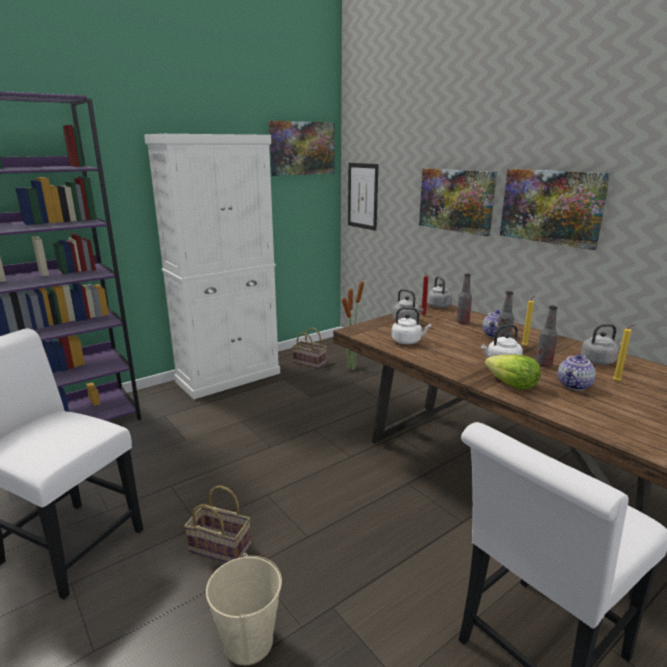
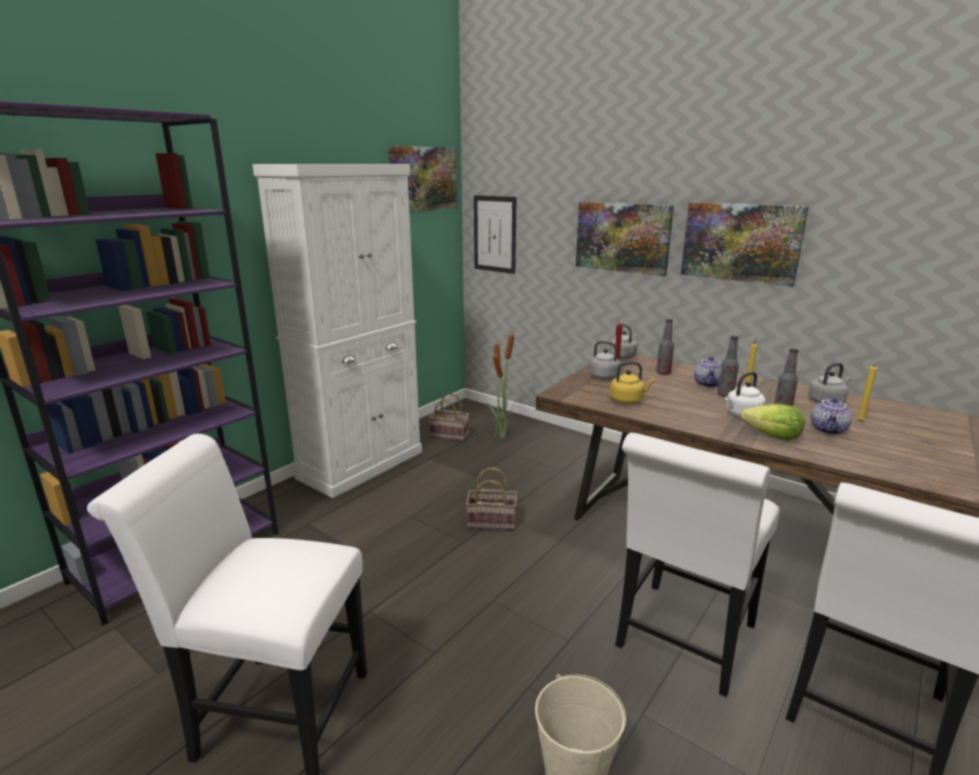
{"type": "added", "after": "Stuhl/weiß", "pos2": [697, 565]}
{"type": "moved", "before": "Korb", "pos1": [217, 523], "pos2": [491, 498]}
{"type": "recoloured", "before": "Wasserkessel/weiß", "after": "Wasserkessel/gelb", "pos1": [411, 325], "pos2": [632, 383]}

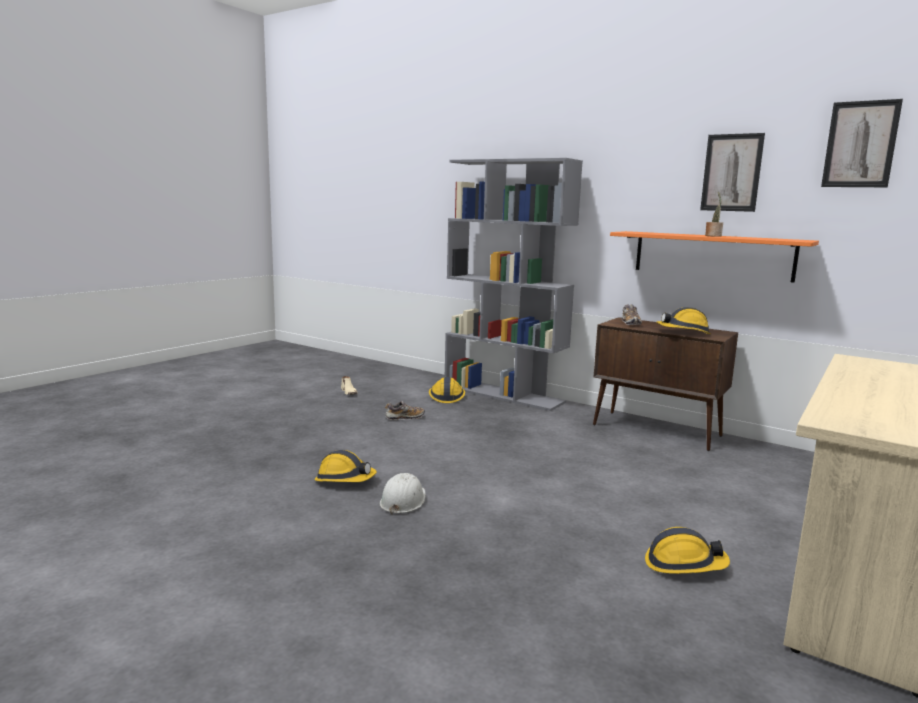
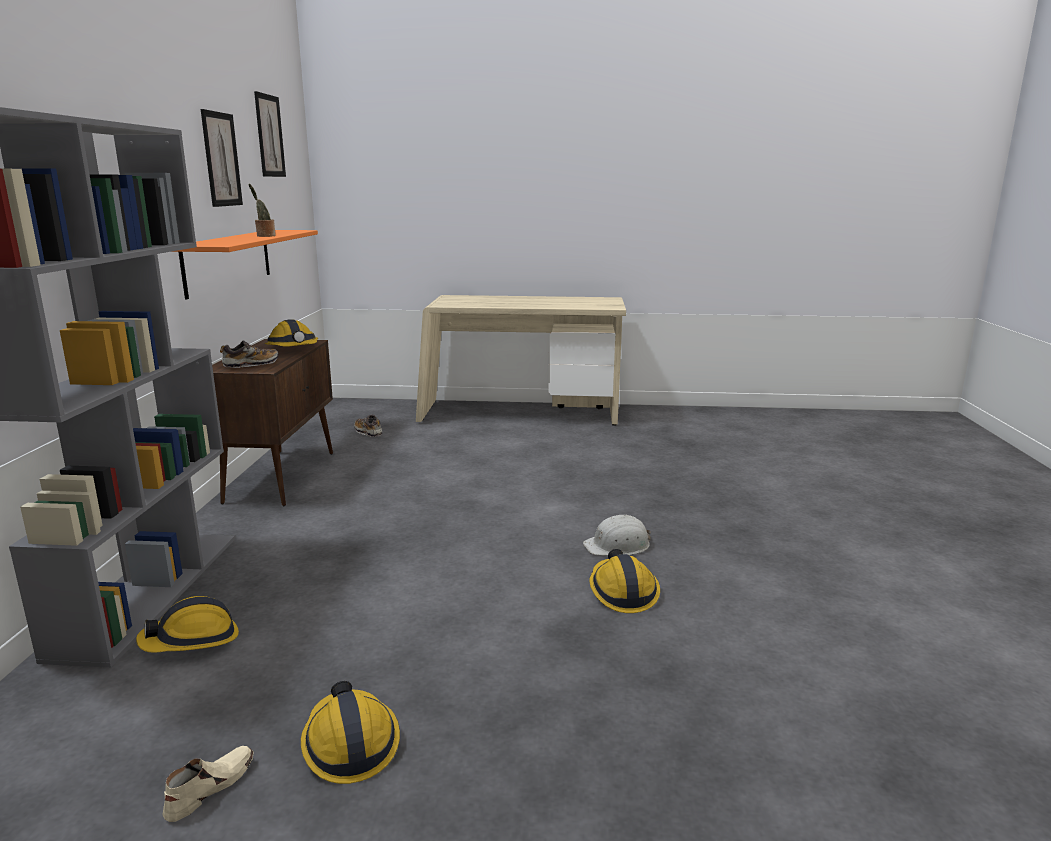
{"type": "moved", "before": "Schuh", "pos1": [405, 410], "pos2": [368, 425]}
{"type": "moved", "before": "Schutzhelm", "pos1": [687, 550], "pos2": [350, 732]}

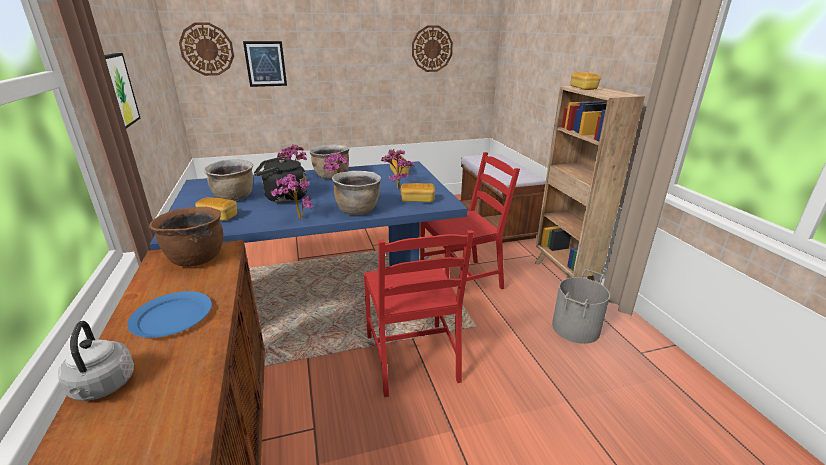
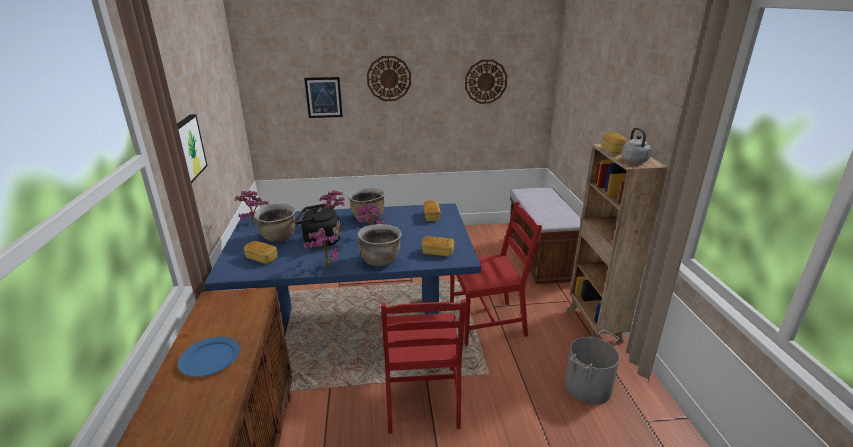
{"type": "removed", "before": "Kochtopf/braun", "pos1": [186, 236]}
{"type": "moved", "before": "Wasserkessel/grau", "pos1": [96, 361], "pos2": [636, 145]}
{"type": "moved", "before": "Wanduhr", "pos1": [206, 49], "pos2": [389, 78]}
{"type": "moved", "before": "Topfpflanze", "pos1": [398, 169], "pos2": [252, 207]}

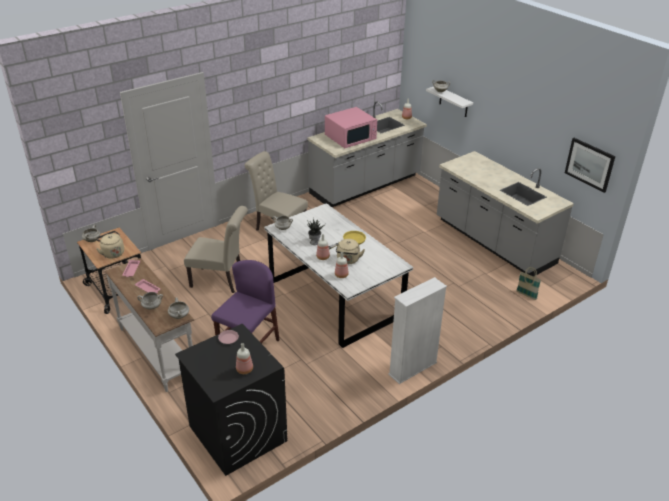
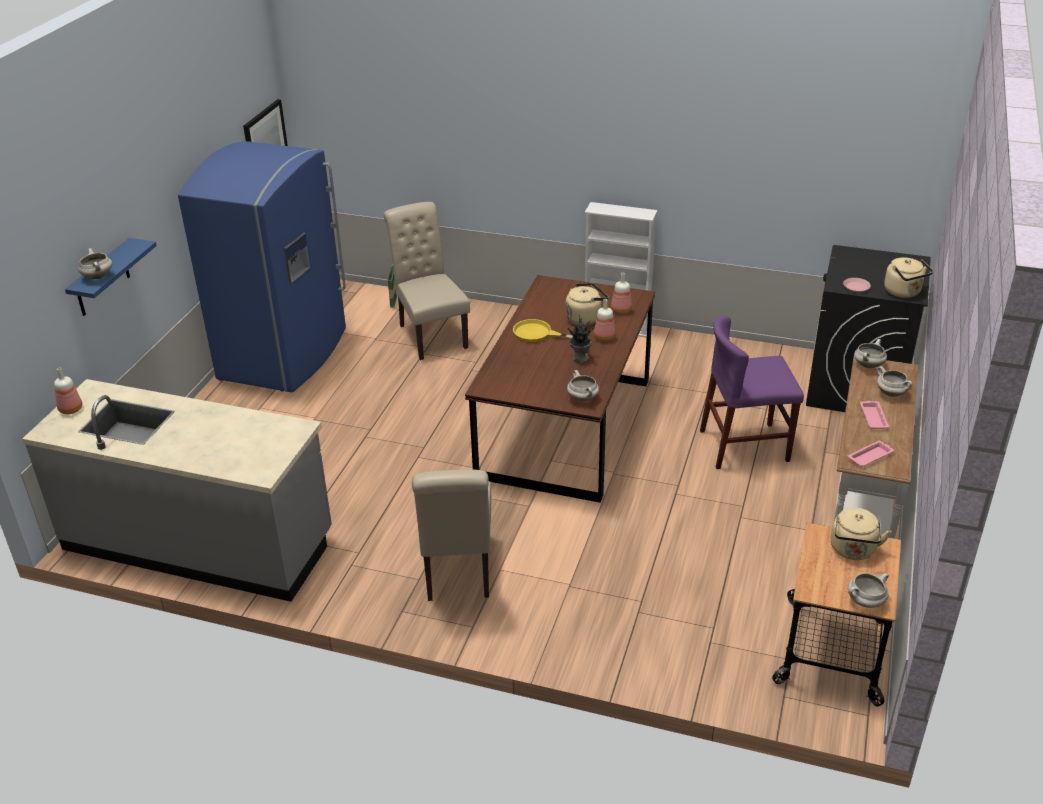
{"type": "removed", "before": "Flasche", "pos1": [244, 358]}
{"type": "removed", "before": "Mikrowelle/rosa", "pos1": [351, 127]}
{"type": "added", "after": "Wasserkessel/beige", "pos2": [908, 278]}
{"type": "moved", "before": "Stuhl/beige", "pos1": [216, 249], "pos2": [427, 281]}
{"type": "replaced", "before": "Küchenzeile/grau", "after": "Kühlschrank/blau", "pos1": [505, 214], "pos2": [262, 266]}
{"type": "recoloured", "before": "Esstisch/weiß", "after": "Esstisch/braun", "pos1": [338, 275], "pos2": [560, 389]}
{"type": "recoloured", "before": "Wandregal/weiß", "after": "Wandregal/blau", "pos1": [449, 102], "pos2": [111, 277]}

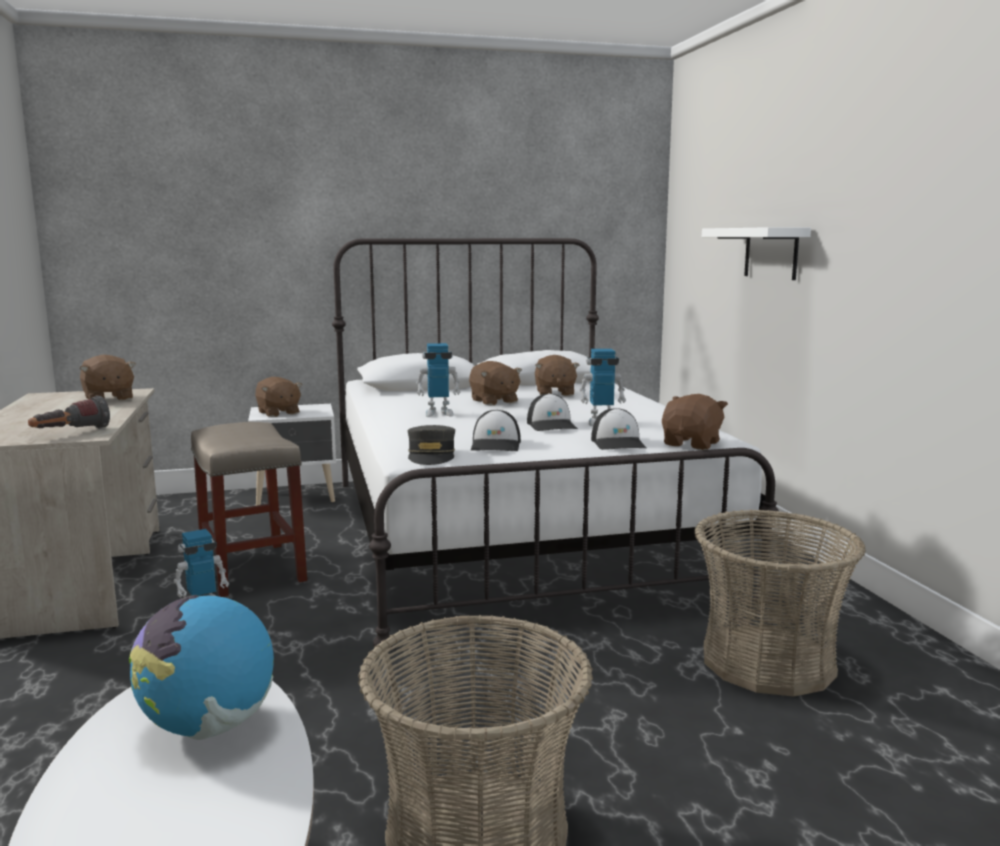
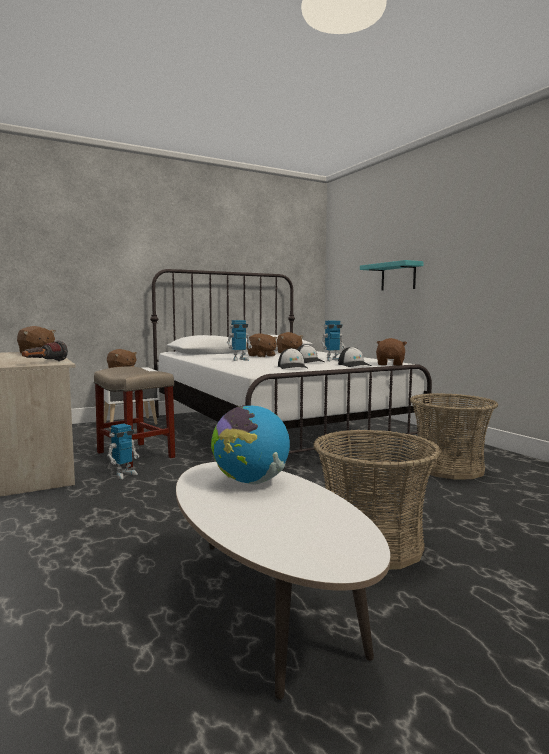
{"type": "removed", "before": "Kappe/grau", "pos1": [431, 445]}
{"type": "recoloured", "before": "Wandregal/weiß", "after": "Wandregal/türkis", "pos1": [756, 253], "pos2": [392, 275]}

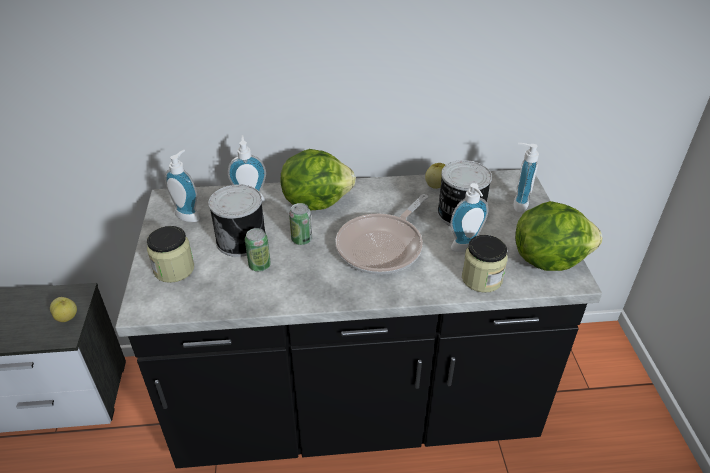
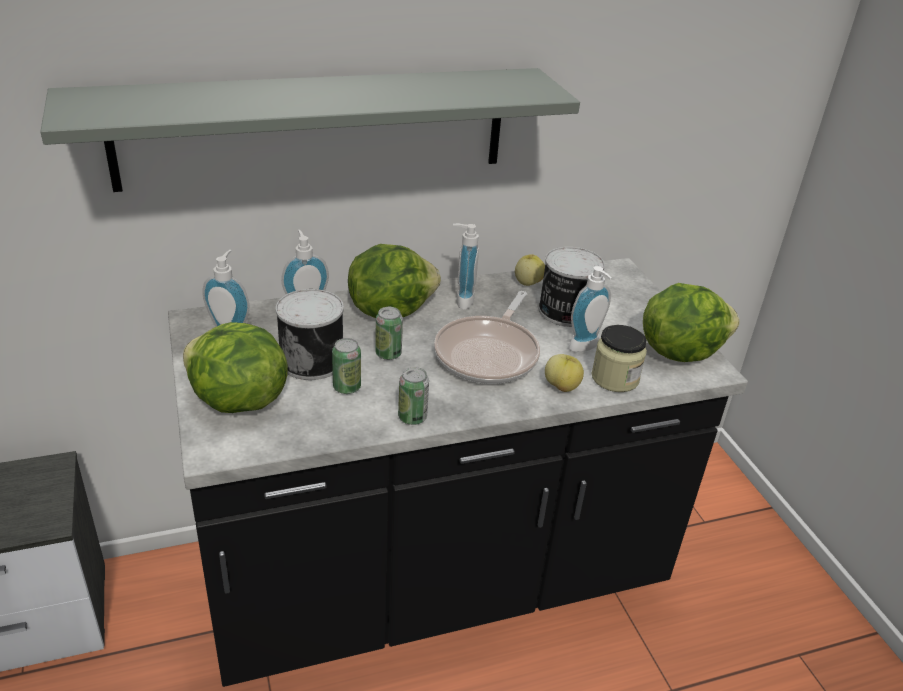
{"type": "added", "after": "Wandregal/grau", "pos2": [310, 130]}
{"type": "added", "after": "Dose", "pos2": [413, 396]}
{"type": "moved", "before": "Apfel", "pos1": [63, 309], "pos2": [564, 373]}
{"type": "moved", "before": "Seifenspender", "pos1": [526, 178], "pos2": [466, 267]}
{"type": "replaced", "before": "Vorratsglas", "after": "Salatkopf", "pos1": [170, 254], "pos2": [235, 367]}

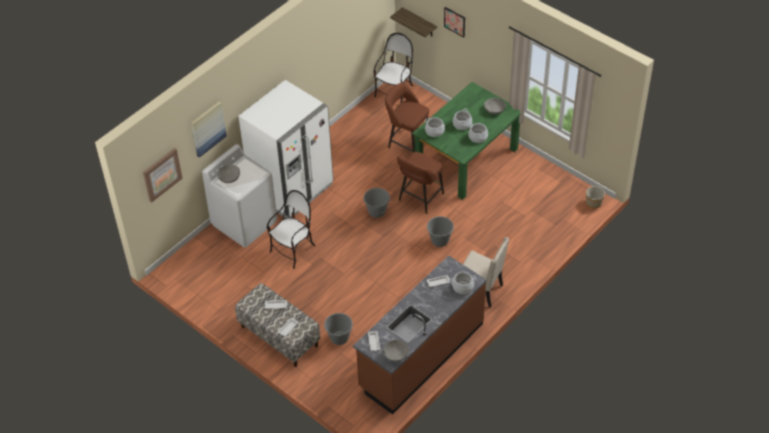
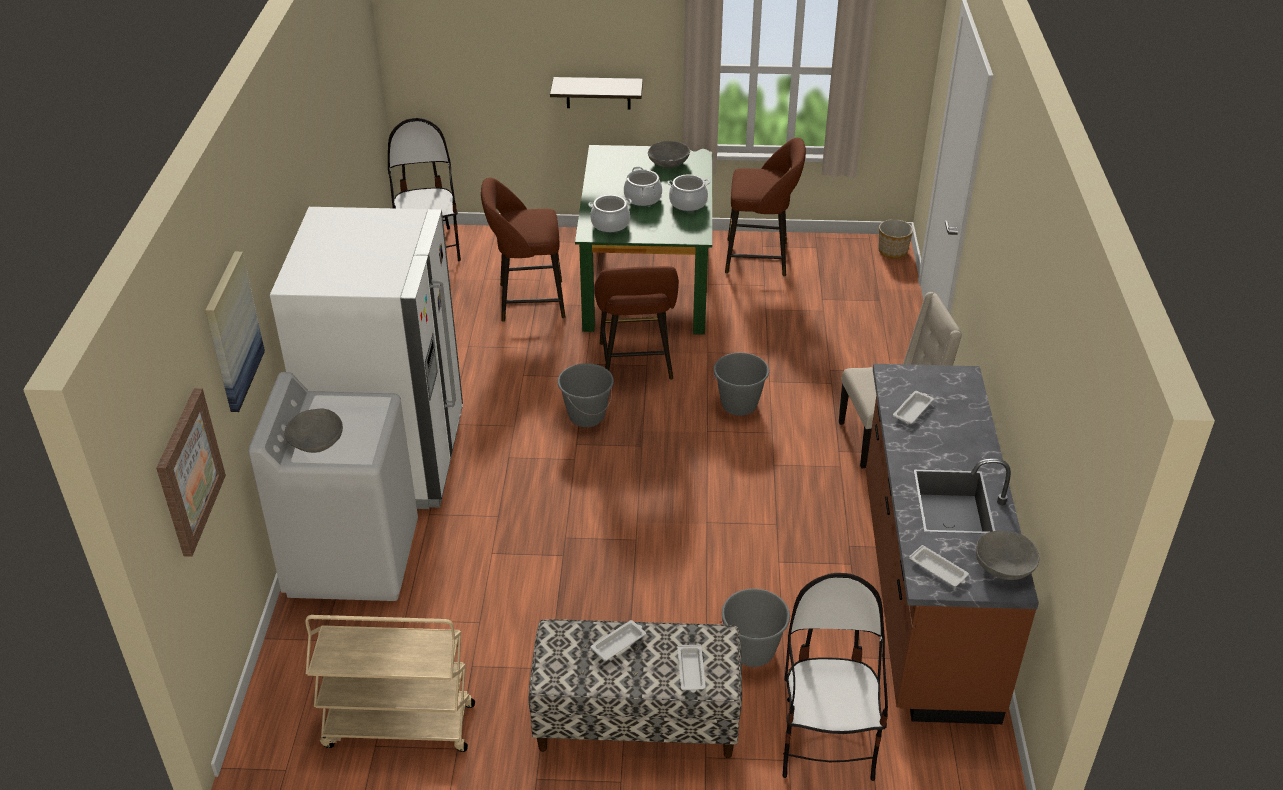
{"type": "removed", "before": "Bild", "pos1": [454, 22]}
{"type": "removed", "before": "Kochtopf", "pos1": [463, 283]}
{"type": "added", "after": "Rollwagen/beige", "pos2": [390, 683]}
{"type": "added", "after": "Hocker/braun", "pos2": [765, 207]}
{"type": "moved", "before": "Stuhl", "pos1": [291, 229], "pos2": [835, 677]}
{"type": "moved", "before": "Wandregal", "pos1": [413, 22], "pos2": [596, 93]}

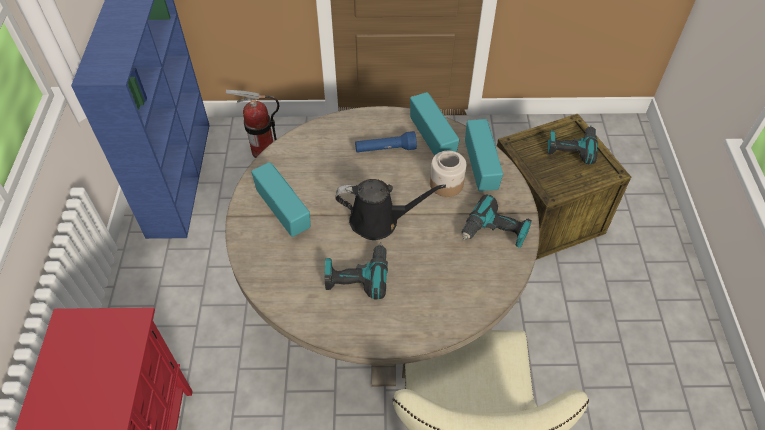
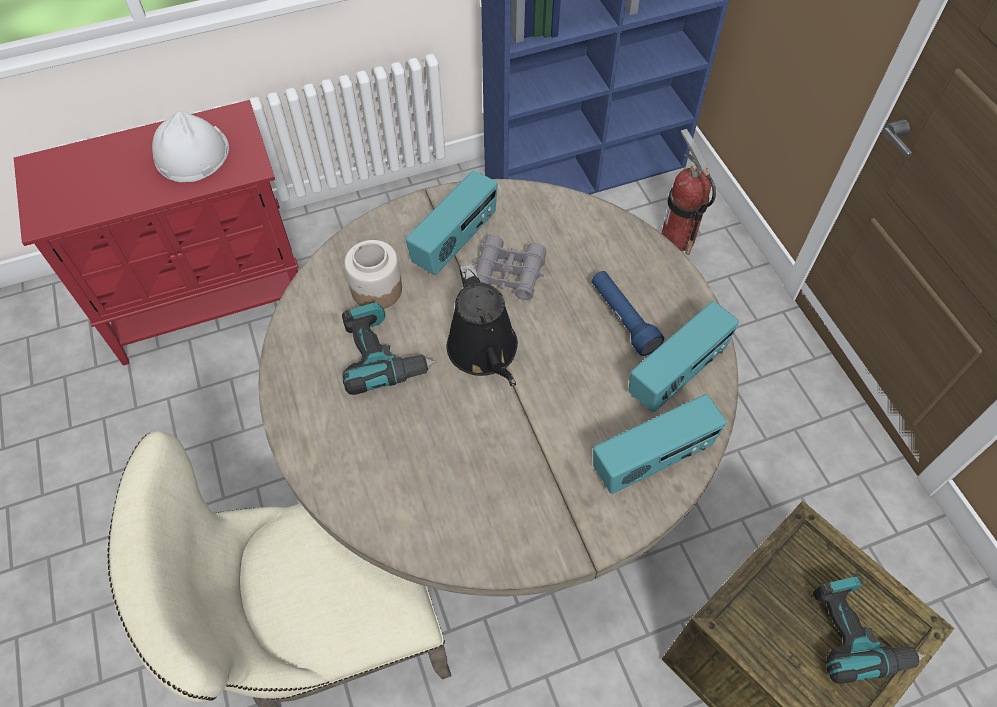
{"type": "removed", "before": "Bohrmaschine", "pos1": [496, 221]}
{"type": "added", "after": "Schutzhelm/weiß", "pos2": [190, 146]}
{"type": "added", "after": "Fernglas/grau", "pos2": [509, 267]}
{"type": "moved", "before": "Vorratsglas", "pos1": [448, 174], "pos2": [373, 274]}

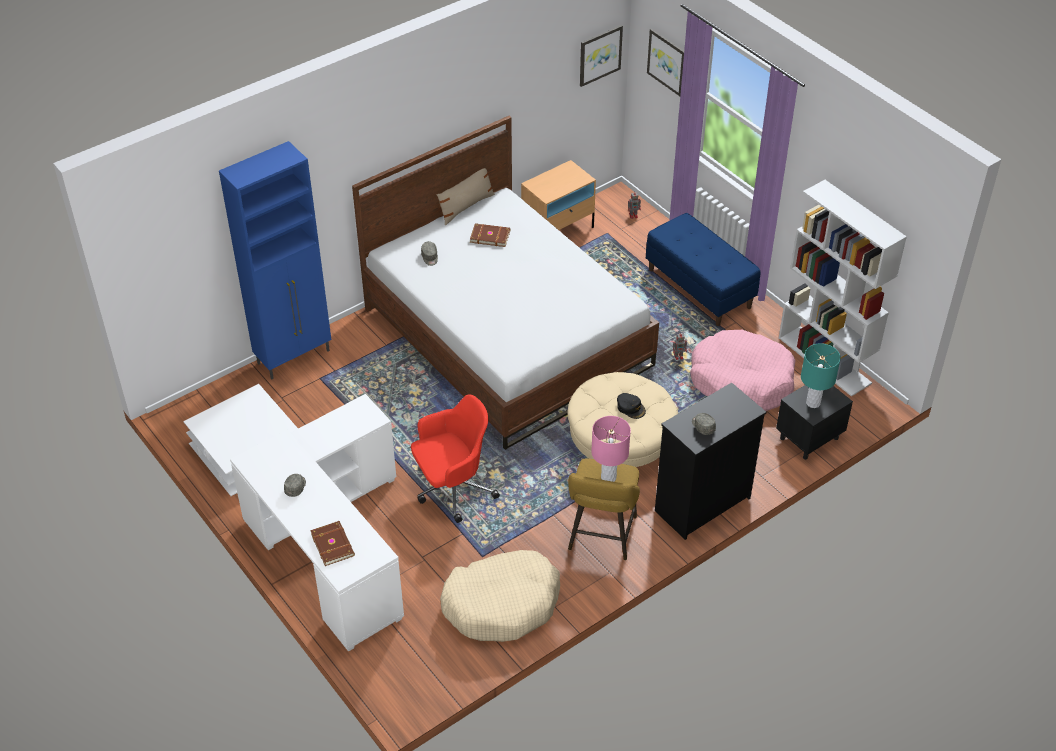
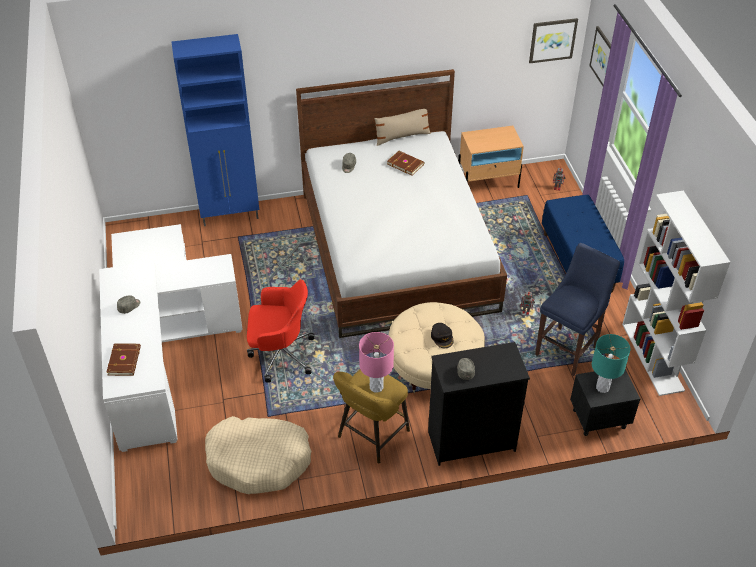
{"type": "replaced", "before": "Hundebett/rosa", "after": "Hocker/blau", "pos1": [742, 370], "pos2": [577, 309]}

